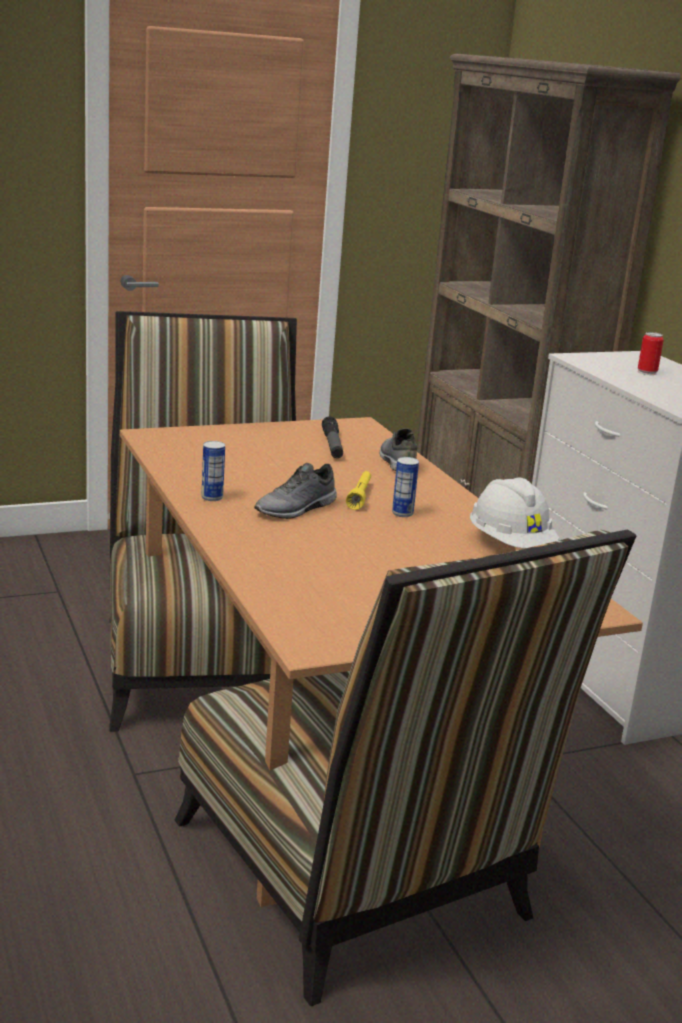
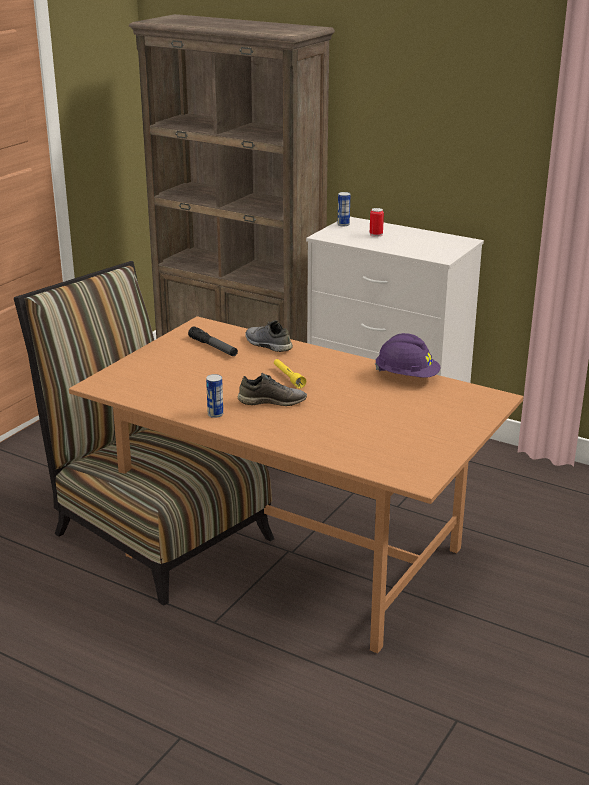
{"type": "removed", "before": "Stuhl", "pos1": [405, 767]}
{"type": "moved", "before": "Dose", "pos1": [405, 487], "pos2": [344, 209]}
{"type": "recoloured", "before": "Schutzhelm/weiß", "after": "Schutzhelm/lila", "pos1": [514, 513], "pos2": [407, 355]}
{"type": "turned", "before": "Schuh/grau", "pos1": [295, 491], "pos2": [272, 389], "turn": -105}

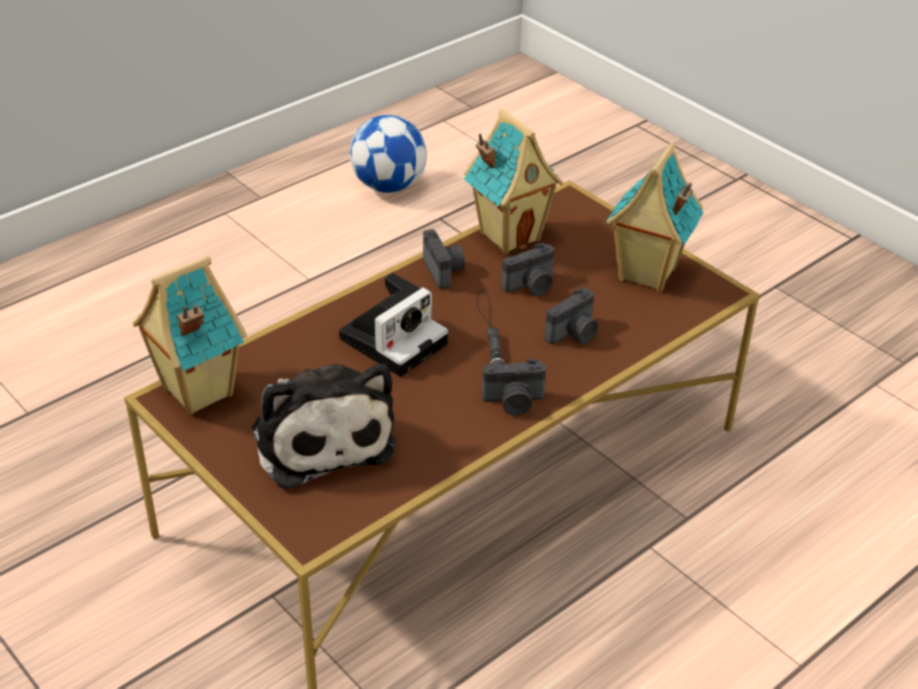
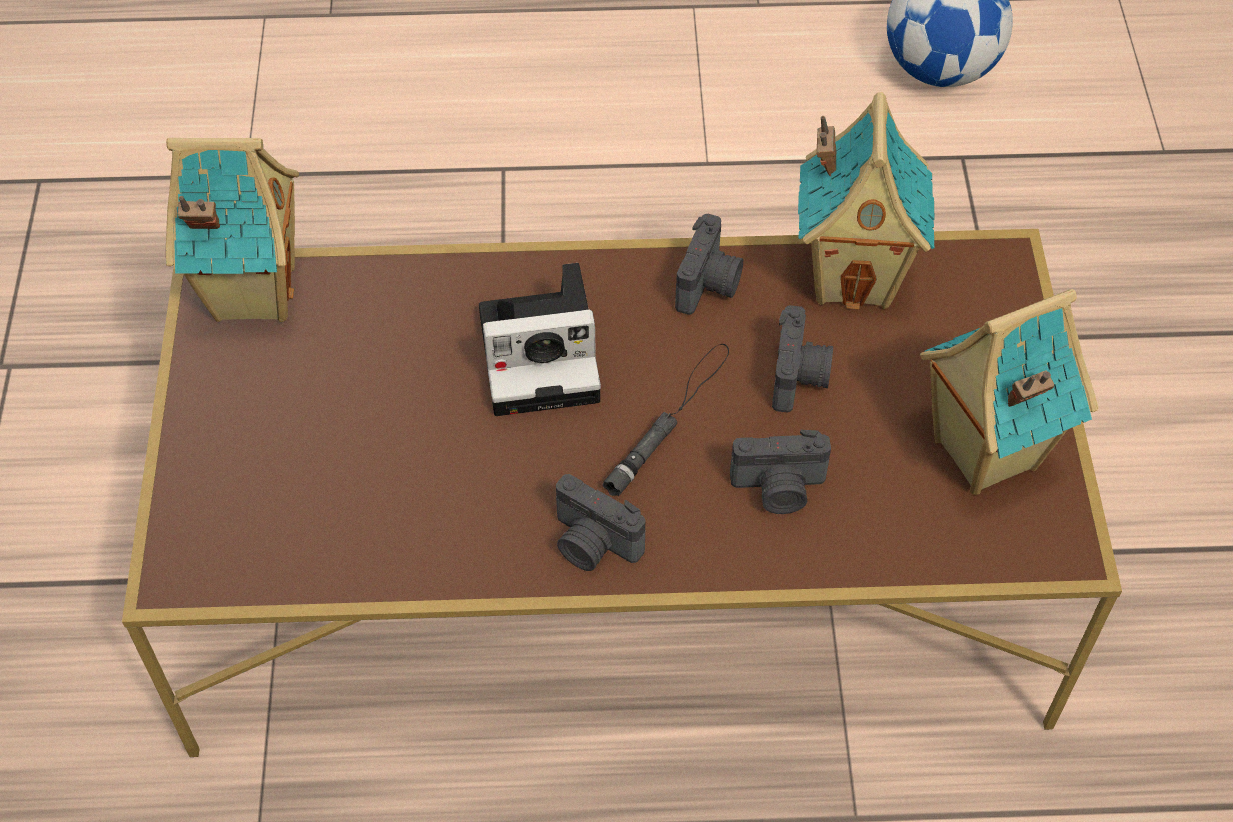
{"type": "removed", "before": "Plüschtier", "pos1": [323, 426]}
{"type": "turned", "before": "Kamera", "pos1": [527, 269], "pos2": [802, 359], "turn": -90}

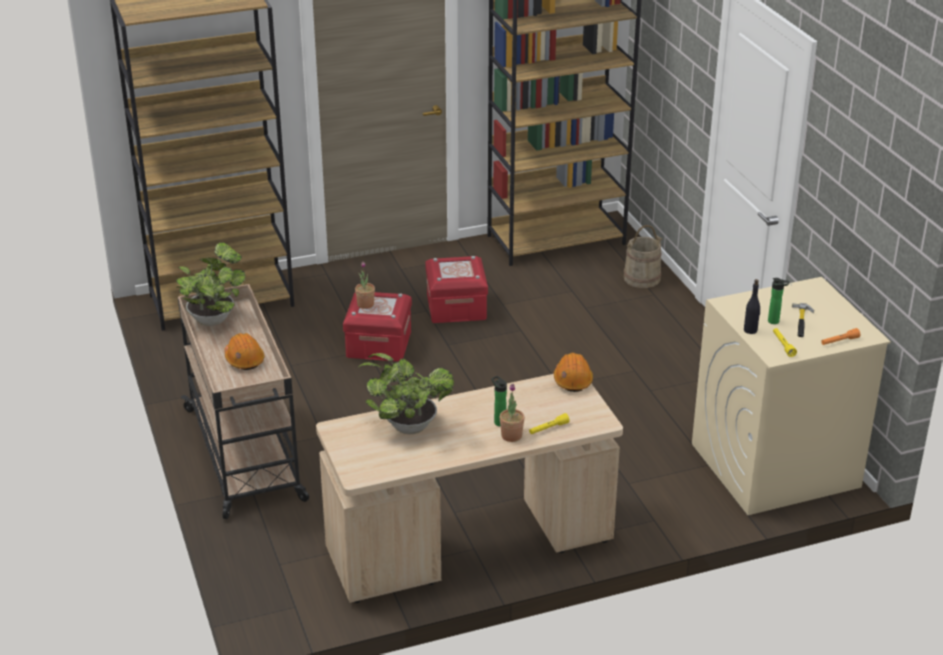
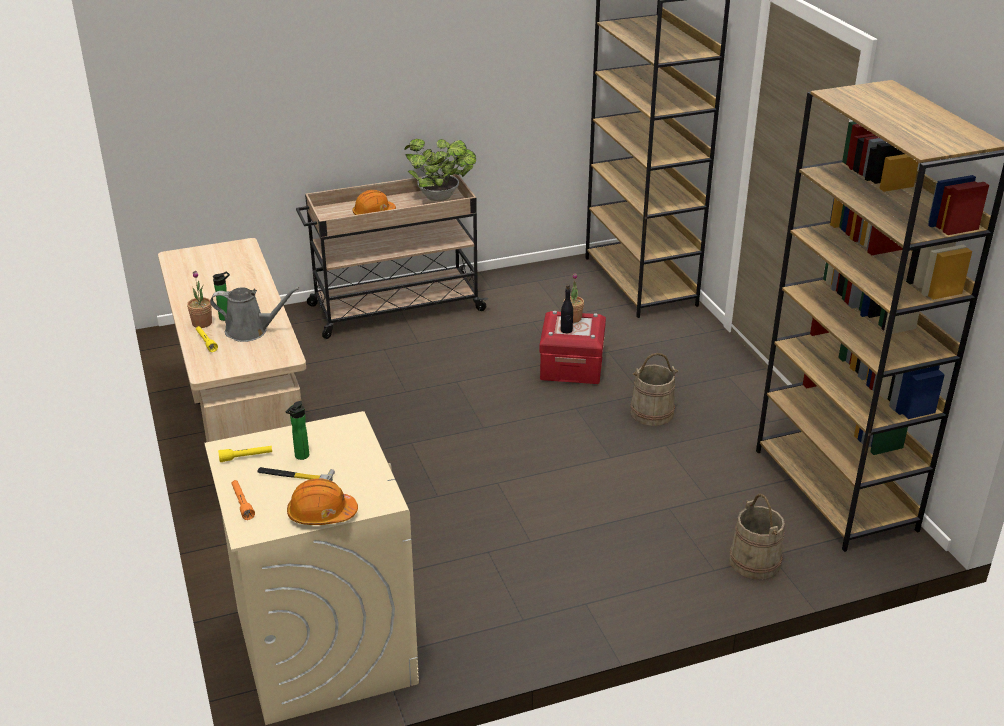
{"type": "removed", "before": "Topfpflanze", "pos1": [405, 393]}
{"type": "added", "after": "Gießkanne/grau", "pos2": [254, 314]}
{"type": "moved", "before": "Schutzhelm/orange", "pos1": [573, 372], "pos2": [322, 501]}
{"type": "moved", "before": "Flasche/schwarz", "pos1": [752, 306], "pos2": [567, 308]}
{"type": "replaced", "before": "Aufbewahrungsbox/rot", "after": "Eimer/beige", "pos1": [456, 289], "pos2": [654, 389]}

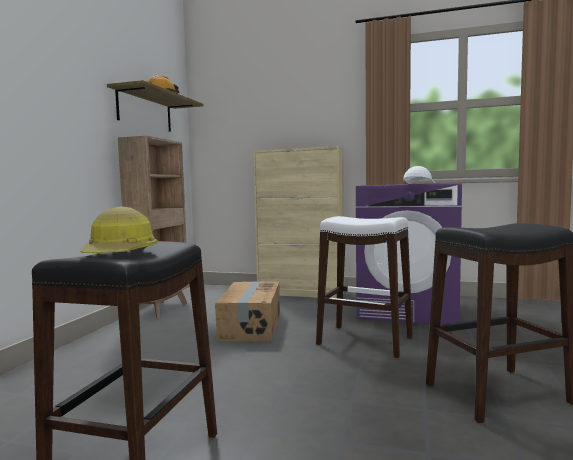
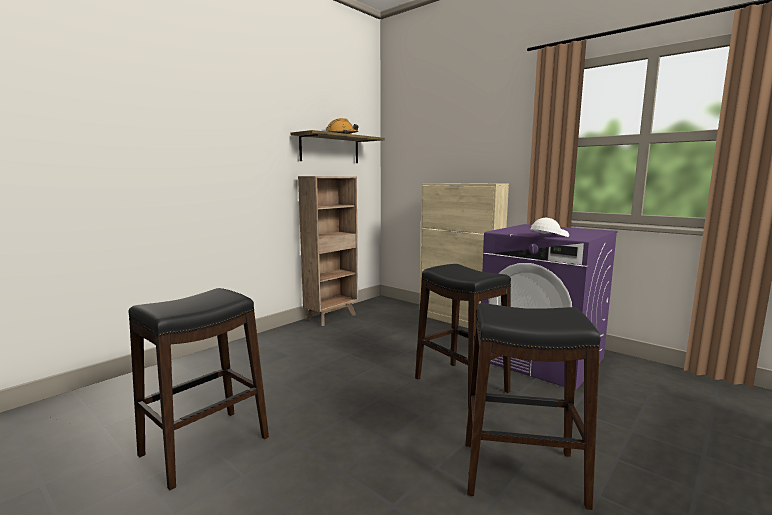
{"type": "removed", "before": "Schutzhelm", "pos1": [119, 229]}
{"type": "removed", "before": "Karton", "pos1": [247, 311]}
{"type": "recoloured", "before": "Hocker/weiß", "after": "Hocker/schwarz", "pos1": [364, 287], "pos2": [463, 336]}

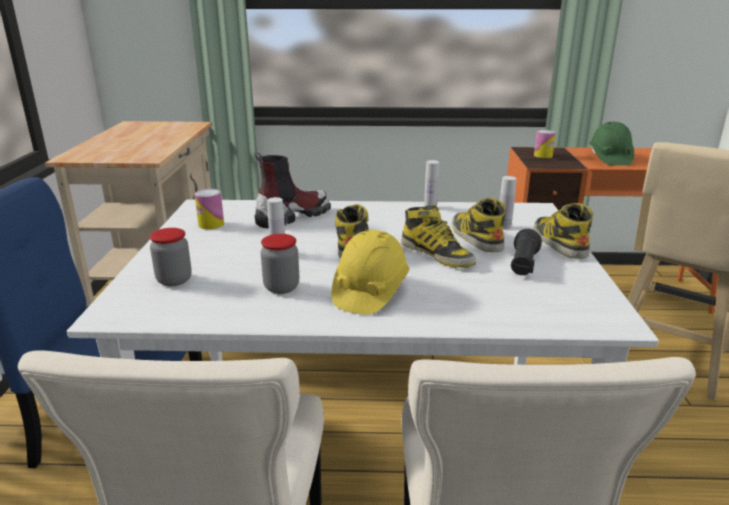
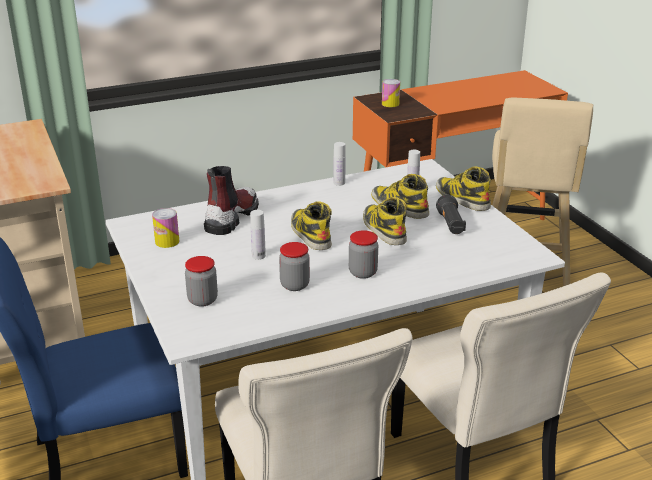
{"type": "removed", "before": "Schutzhelm/grün", "pos1": [611, 144]}
{"type": "replaced", "before": "Schutzhelm/gelb", "after": "Vorratsglas", "pos1": [371, 272], "pos2": [363, 254]}
{"type": "turned", "before": "Stiefel", "pos1": [438, 236], "pos2": [385, 221], "turn": -135}

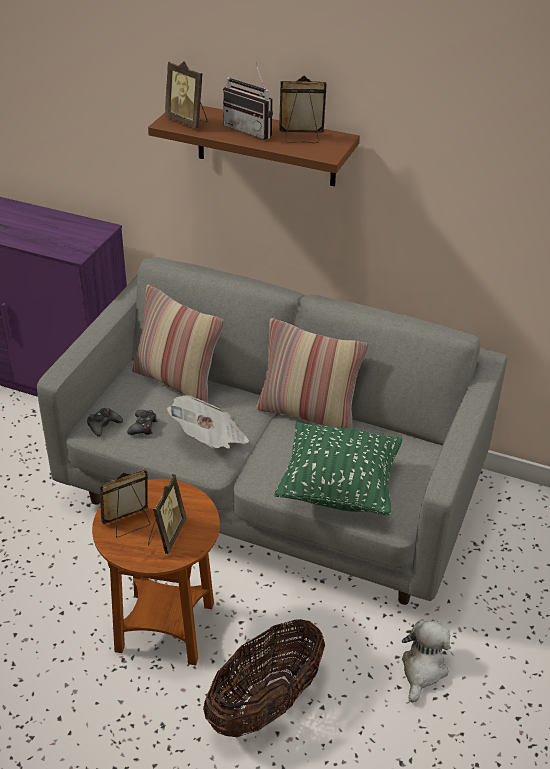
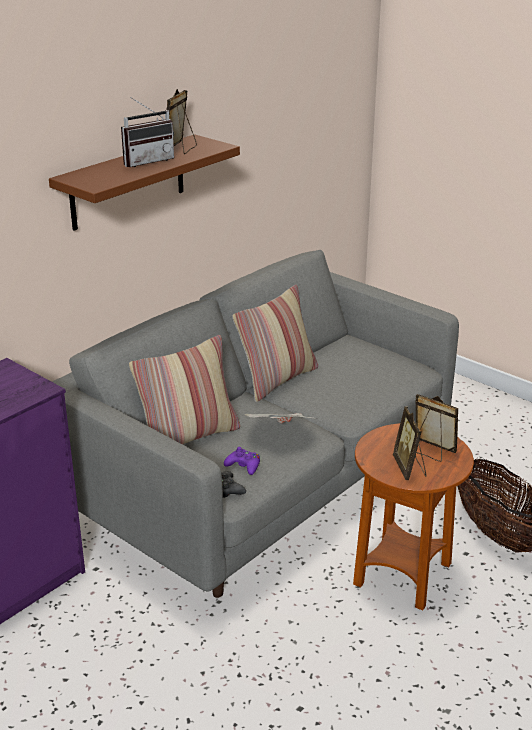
{"type": "removed", "before": "Bilderrahmen", "pos1": [186, 95]}
{"type": "removed", "before": "Kissen/grün", "pos1": [338, 469]}
{"type": "removed", "before": "Plüschtier", "pos1": [426, 661]}
{"type": "recoloured", "before": "Gamepad/schwarz", "after": "Gamepad/lila", "pos1": [142, 422], "pos2": [242, 461]}

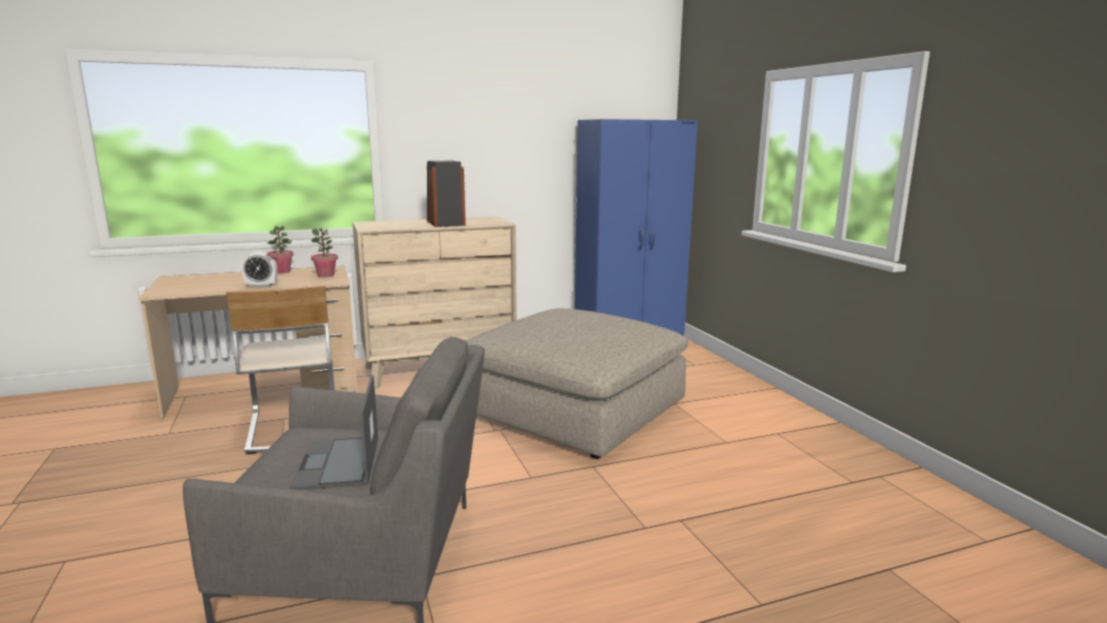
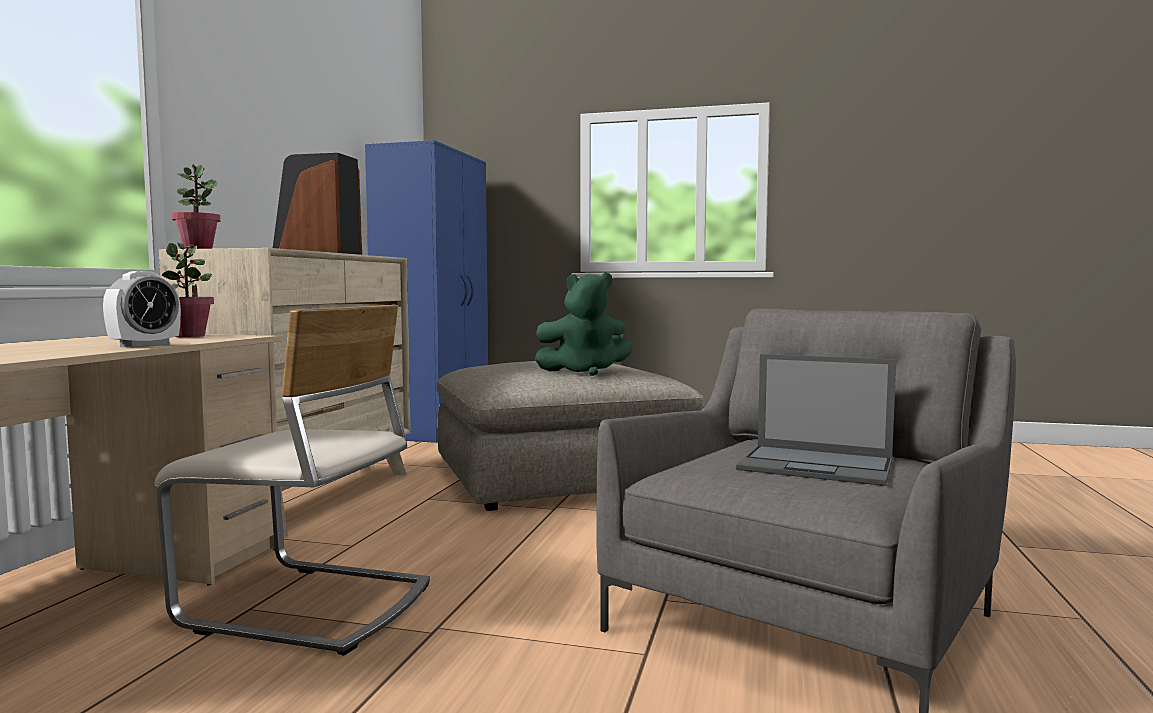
{"type": "added", "after": "Plüschtier/grün", "pos2": [584, 324]}
{"type": "moved", "before": "Topfpflanze", "pos1": [280, 249], "pos2": [196, 207]}

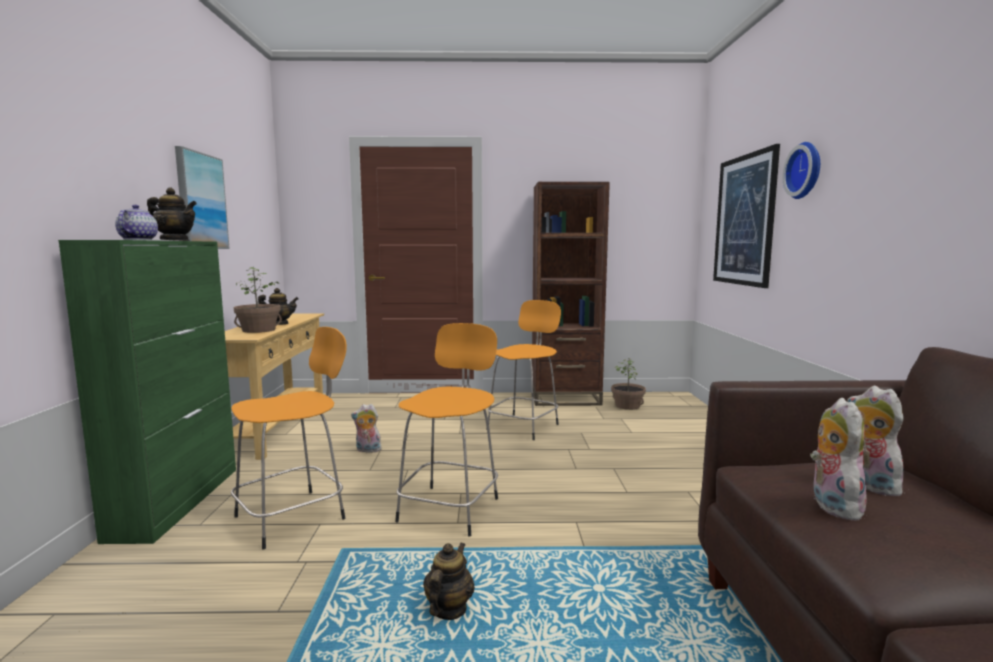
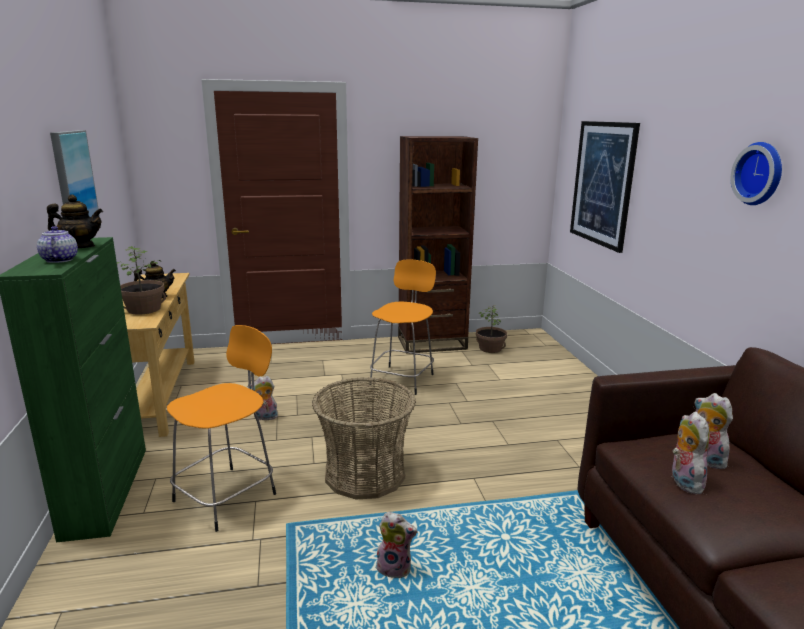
{"type": "moved", "before": "Wanduhr", "pos1": [801, 170], "pos2": [756, 173]}
{"type": "replaced", "before": "Hocker/orange", "after": "Korb", "pos1": [446, 429], "pos2": [364, 438]}
{"type": "replaced", "before": "Teekanne", "after": "Plüschtier", "pos1": [449, 581], "pos2": [396, 545]}

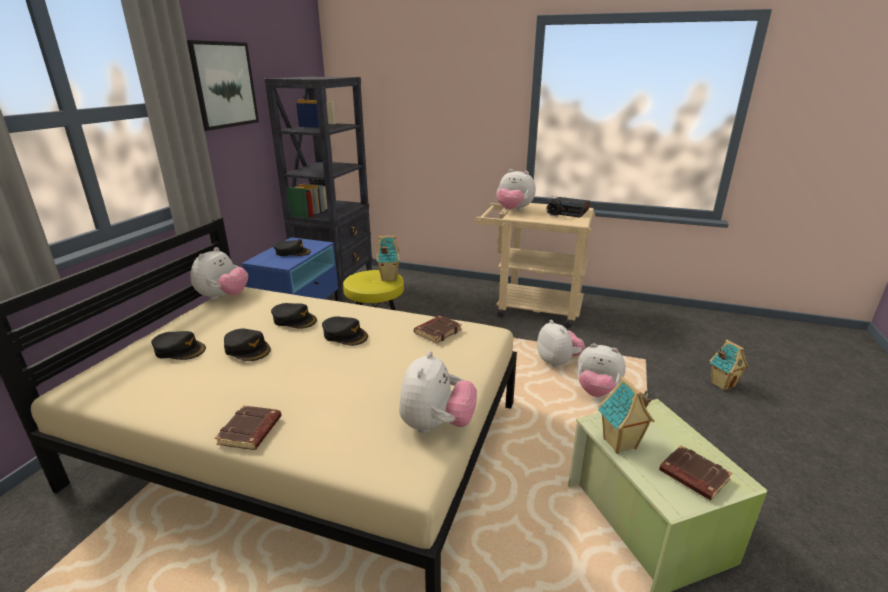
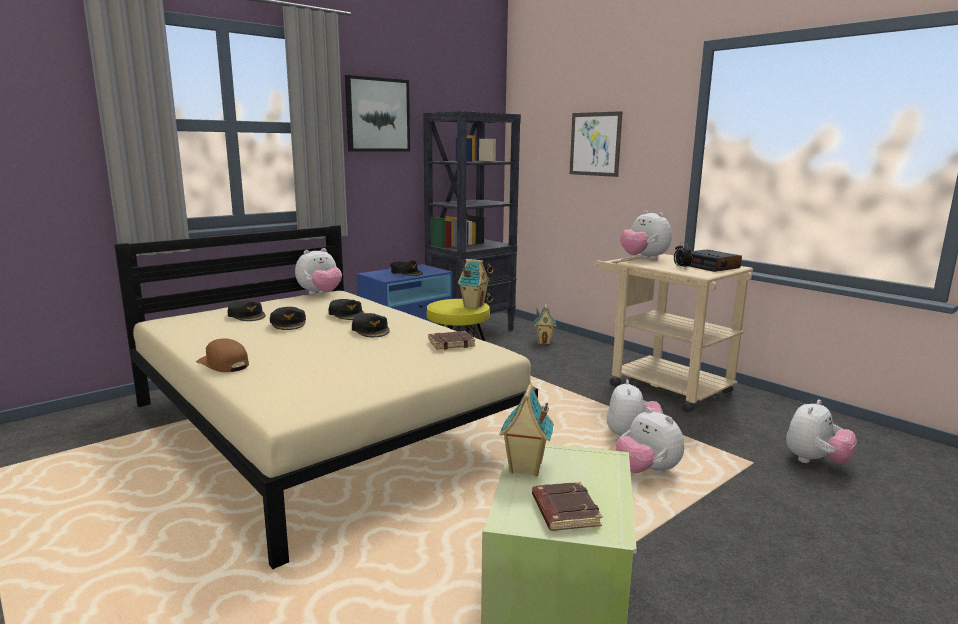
{"type": "added", "after": "Bild", "pos2": [596, 144]}
{"type": "moved", "before": "Plüschtier", "pos1": [438, 392], "pos2": [821, 432]}
{"type": "moved", "before": "Spielzeughaus", "pos1": [729, 365], "pos2": [545, 324]}
{"type": "replaced", "before": "Buch/braun", "after": "Kappe/braun", "pos1": [248, 427], "pos2": [222, 355]}

